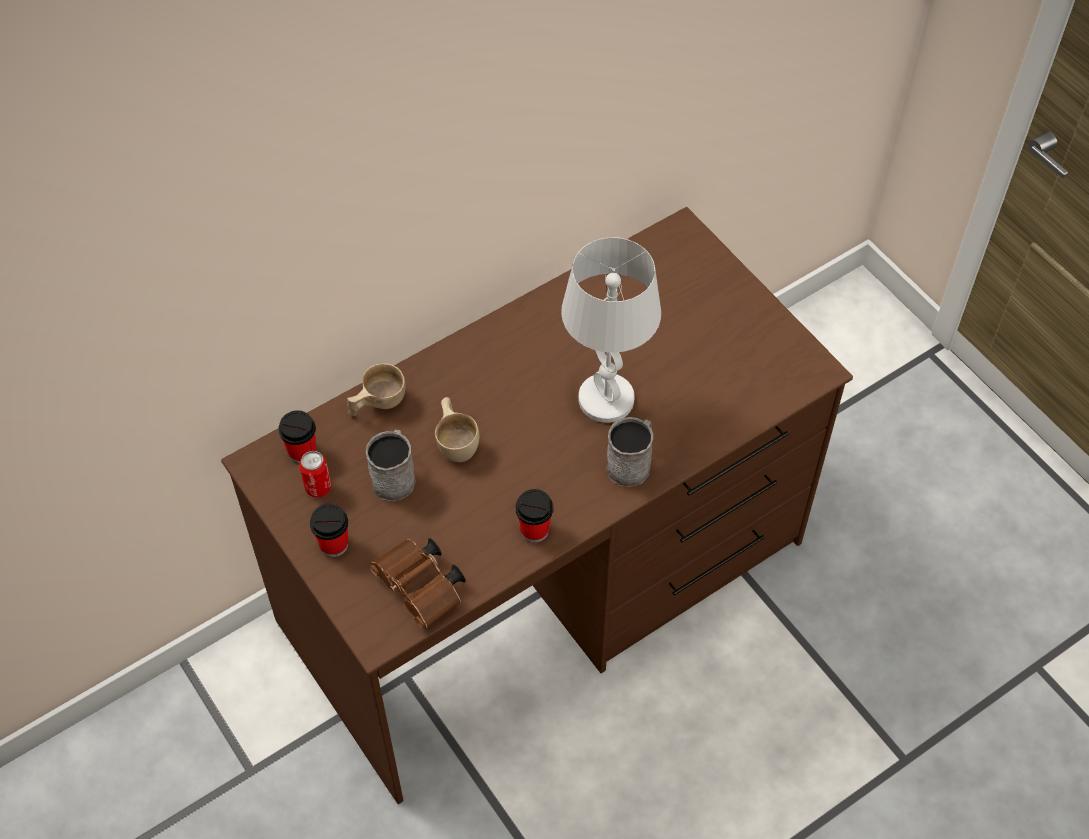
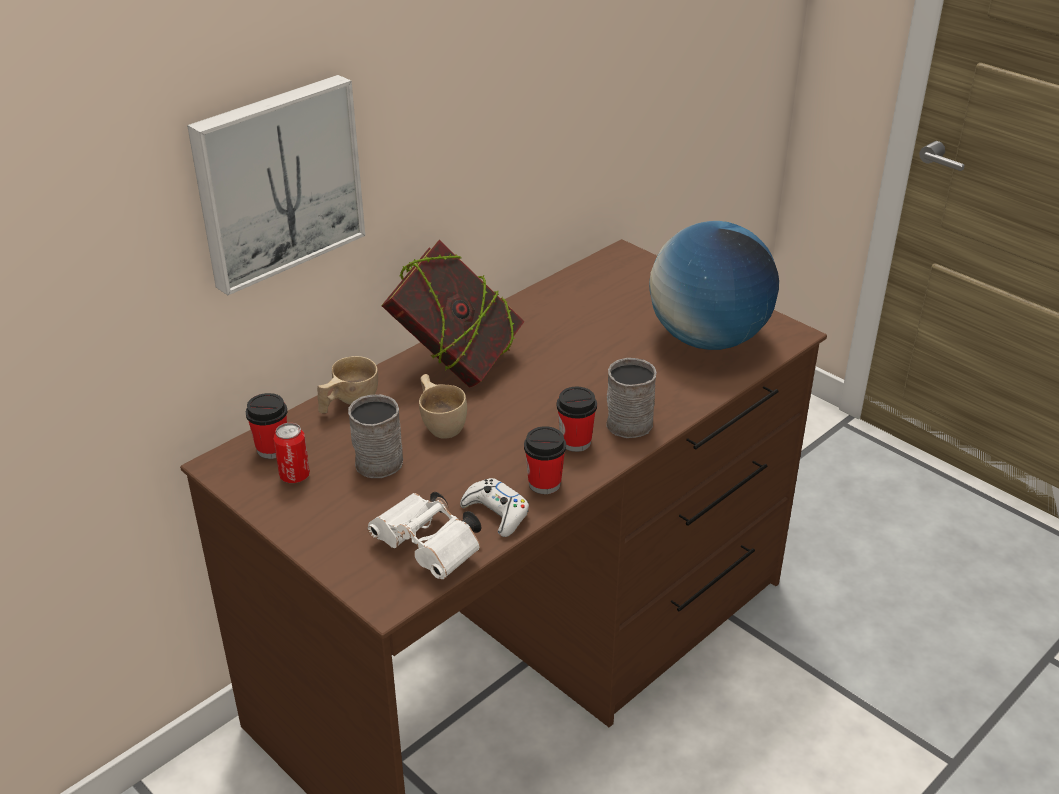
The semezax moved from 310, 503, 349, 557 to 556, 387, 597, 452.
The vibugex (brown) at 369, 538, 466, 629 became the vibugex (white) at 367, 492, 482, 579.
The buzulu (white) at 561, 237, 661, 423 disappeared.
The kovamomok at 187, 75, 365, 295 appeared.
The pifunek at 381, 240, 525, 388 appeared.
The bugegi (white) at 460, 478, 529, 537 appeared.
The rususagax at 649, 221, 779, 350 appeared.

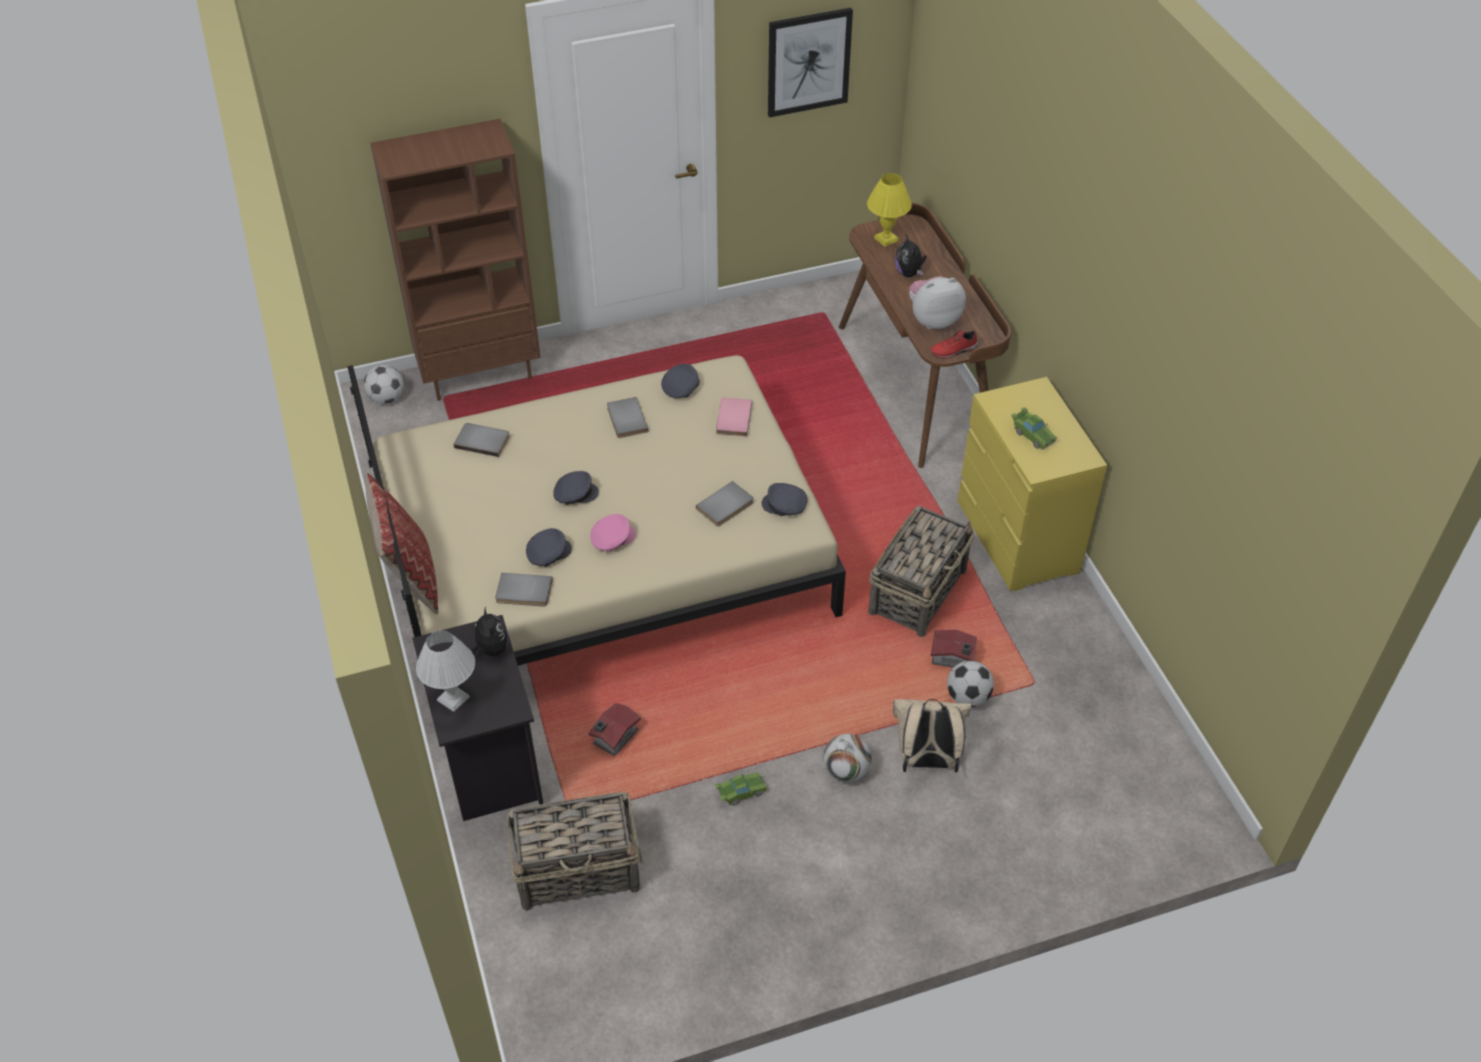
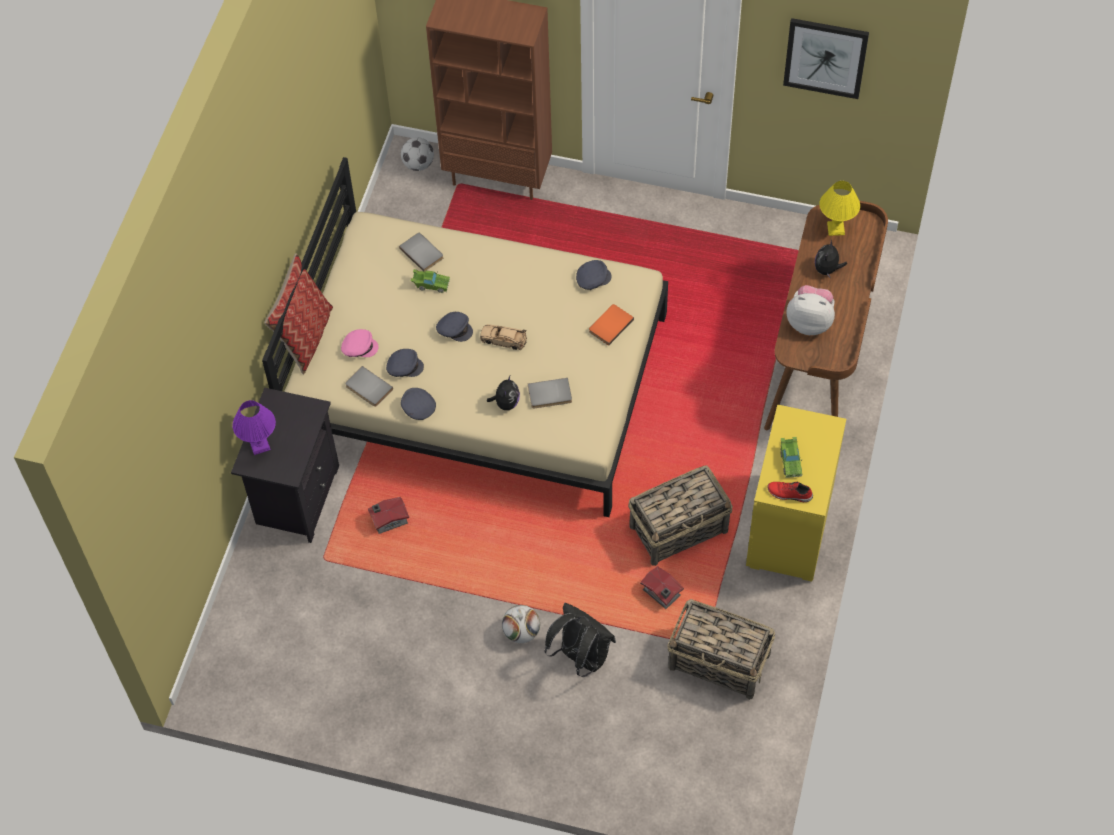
The buzulu (white) at 416, 630, 475, 712 became the buzulu (purple) at 232, 400, 276, 455.
The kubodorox moved from 471, 606, 508, 656 to 487, 376, 520, 410.
The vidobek moved from 507, 792, 642, 911 to 667, 599, 775, 700.
The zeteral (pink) moved from 590, 514, 636, 552 to 341, 329, 379, 357.
The pifunek (grey) at 607, 397, 648, 438 disappeared.
The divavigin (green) moved from 714, 772, 767, 805 to 411, 269, 450, 293.
The pifunek (pink) at 716, 398, 752, 436 became the pifunek (orange) at 589, 304, 634, 346.
The zeteral (grey) moved from 762, 483, 808, 516 to 401, 388, 436, 420.
The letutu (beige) at 893, 699, 971, 772 became the letutu (black) at 544, 603, 616, 677.
The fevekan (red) moved from 930, 330, 978, 358 to 767, 482, 813, 502.
The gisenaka at 947, 661, 994, 707 disappeared.
The divavigin (beige) at 480, 324, 527, 350 appeared.

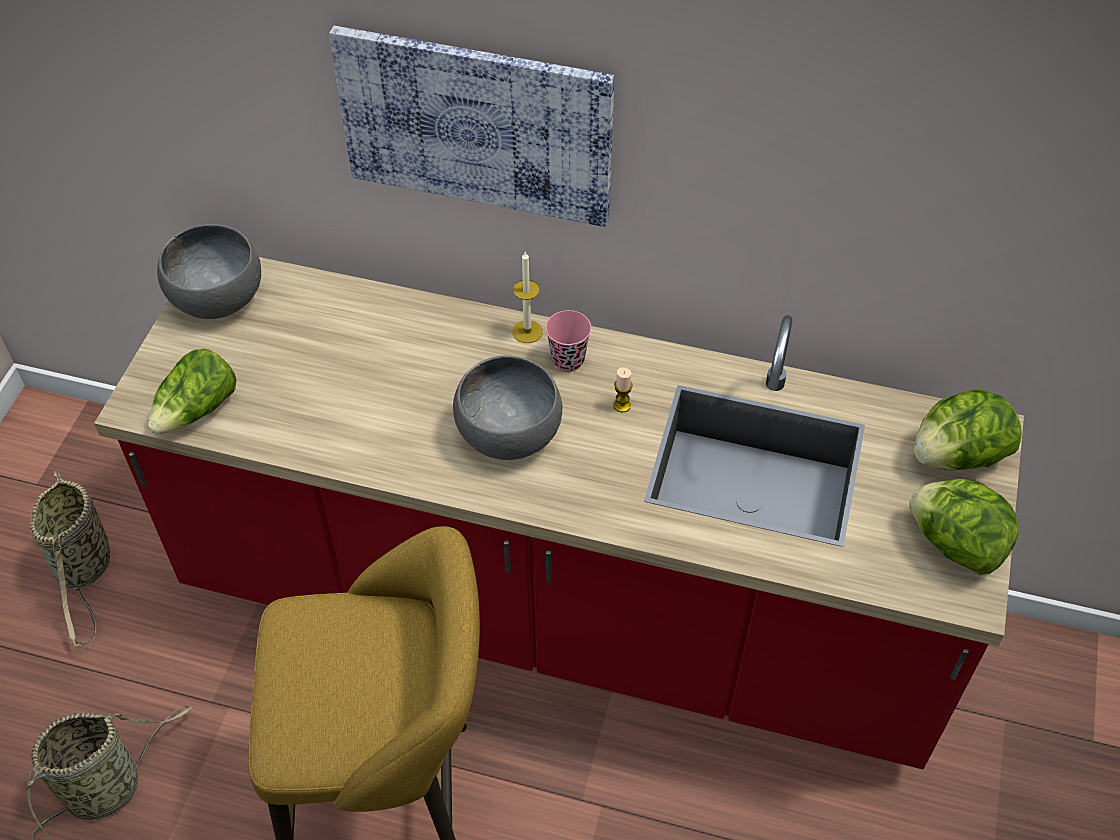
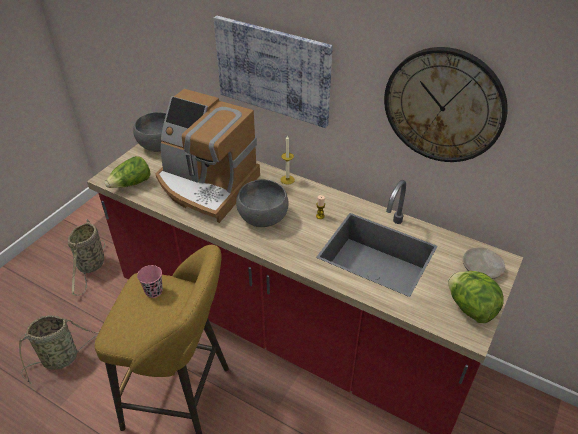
The semezax (pink) moved from 546, 310, 591, 372 to 137, 265, 163, 298.
The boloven at 914, 390, 1022, 470 was replaced by the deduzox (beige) at 463, 247, 505, 279.
The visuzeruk at 155, 89, 260, 223 appeared.
The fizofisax at 384, 47, 508, 162 appeared.

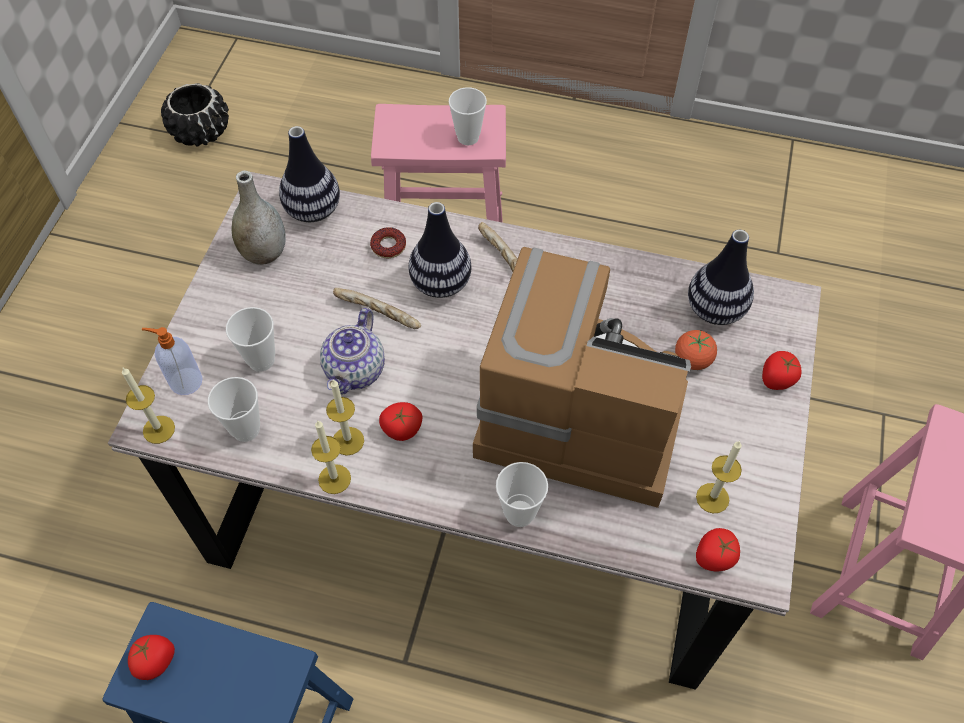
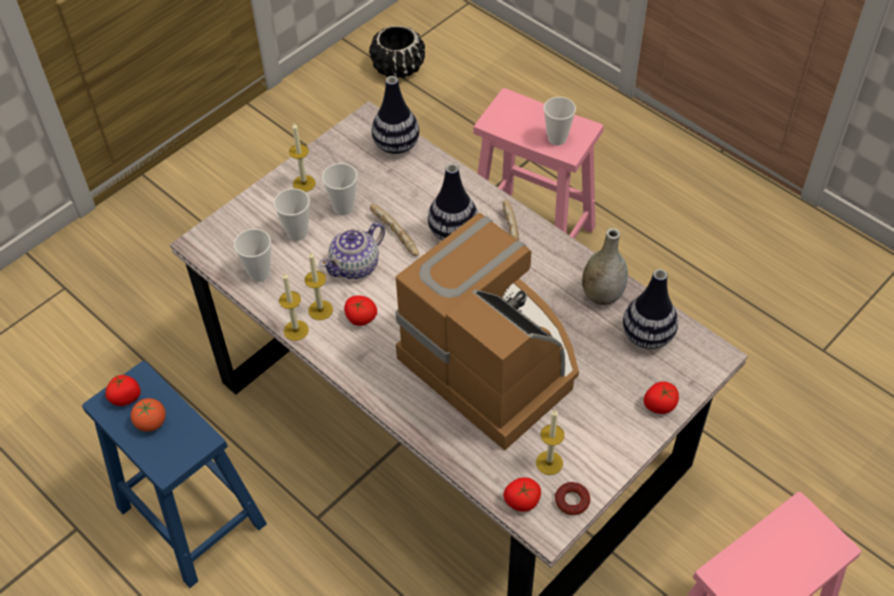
The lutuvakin moved from 122, 368, 175, 444 to 289, 123, 316, 192.
The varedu at 142, 327, 203, 395 disappeared.
The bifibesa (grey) moved from 231, 171, 286, 265 to 582, 228, 628, 305.
The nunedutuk moved from 370, 227, 406, 258 to 555, 482, 590, 516.
The semezax moved from 496, 462, 548, 527 to 322, 163, 357, 215.
The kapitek moved from 675, 330, 717, 370 to 131, 398, 166, 432.

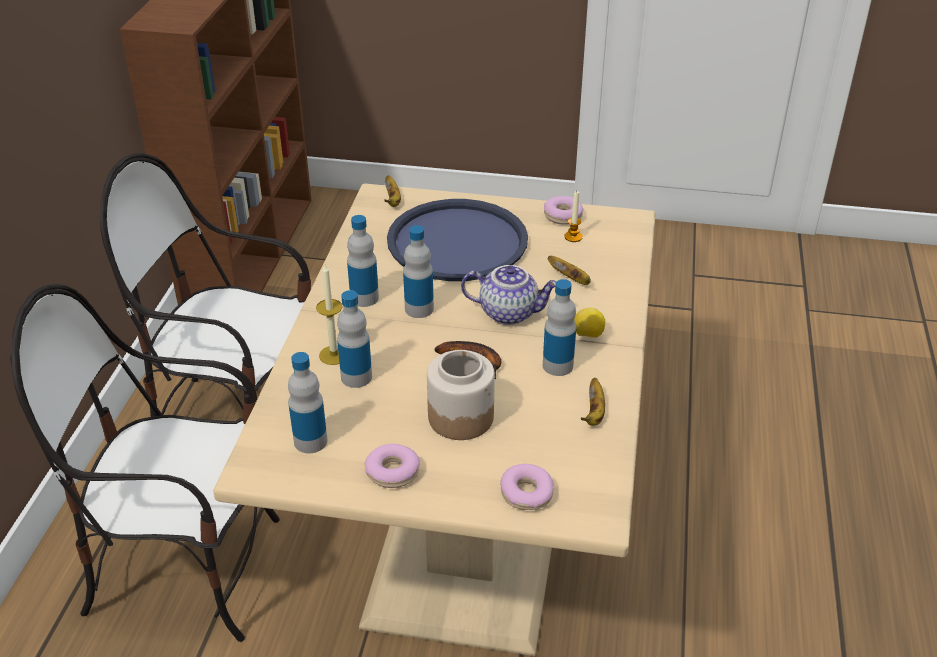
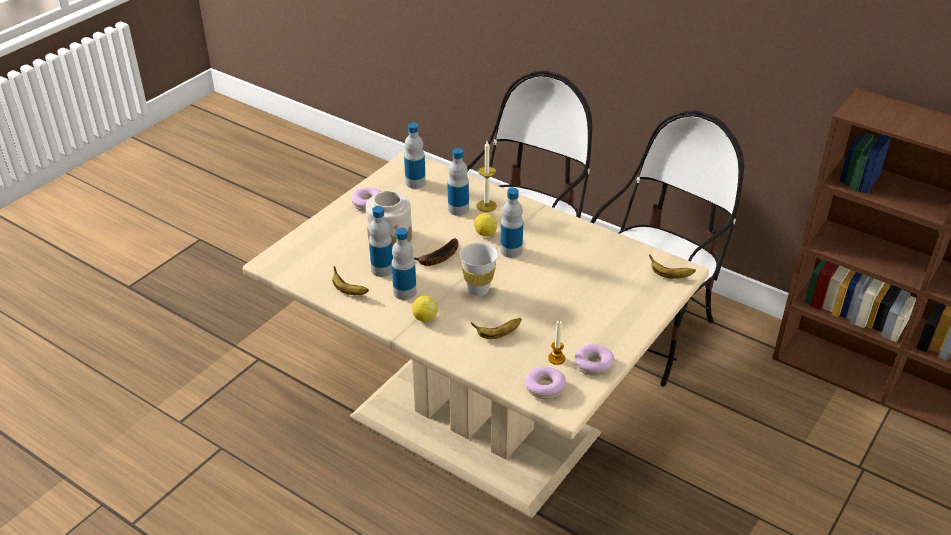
The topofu moved from 347, 215, 379, 307 to 369, 206, 393, 277.
The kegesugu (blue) at 387, 199, 528, 281 disappeared.
The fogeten at 461, 265, 556, 325 was replaced by the semezax (white) at 460, 242, 498, 296.
The nunedutuk moved from 500, 464, 554, 510 to 525, 366, 566, 399.
The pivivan at 474, 213, 497, 236 appeared.

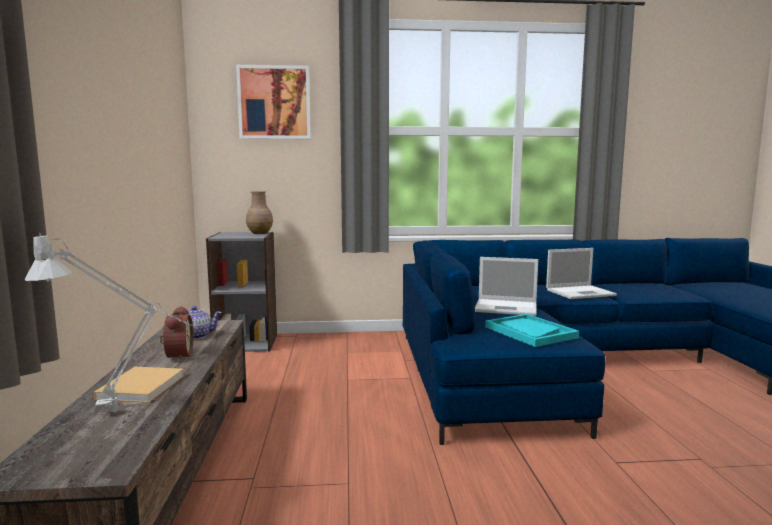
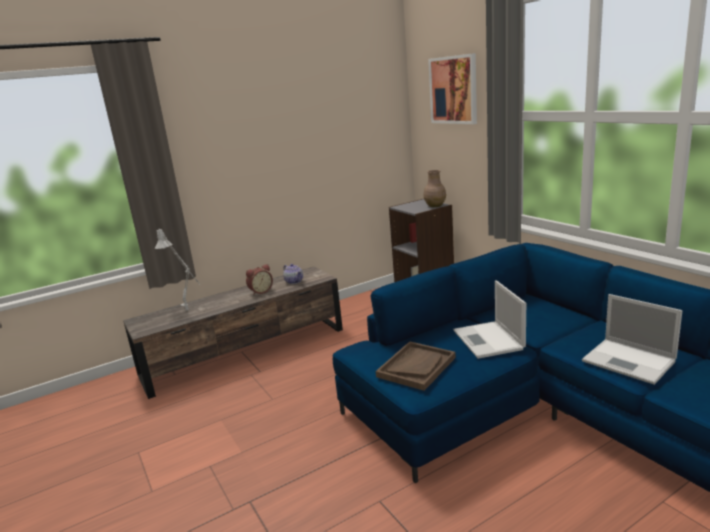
The pifunek (beige) at 94, 367, 184, 403 disappeared.
The kegesugu (turquoise) at 485, 314, 579, 347 became the kegesugu (brown) at 376, 341, 456, 391.

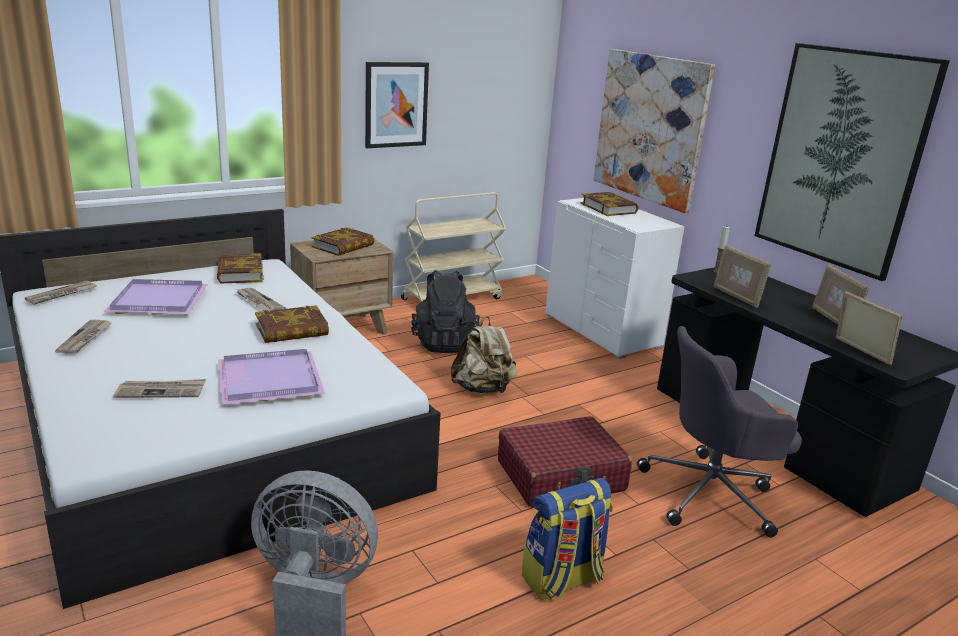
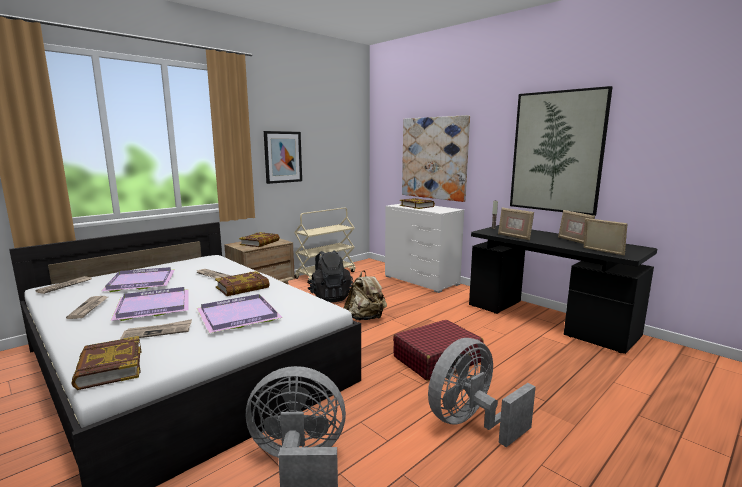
The pifunek moved from 217, 253, 263, 284 to 71, 336, 142, 390.
The letutu at 522, 478, 613, 600 was replaced by the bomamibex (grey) at 428, 338, 536, 447.
The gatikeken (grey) at 637, 326, 802, 538 disappeared.
The kegesugu (purple) at 111, 287, 189, 321 appeared.

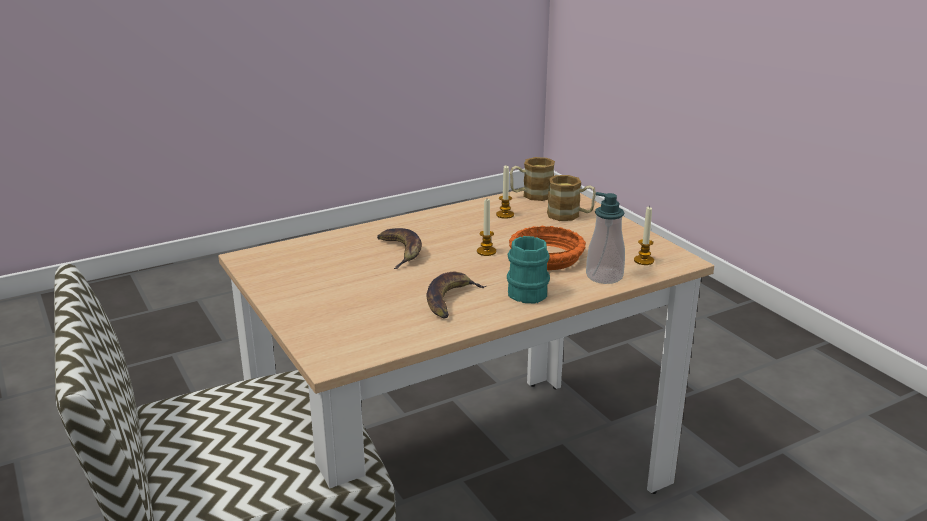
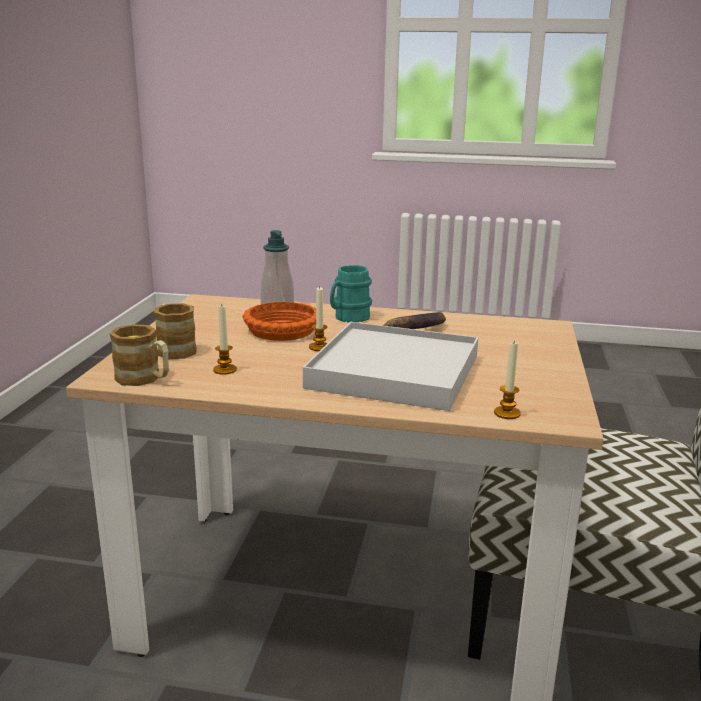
The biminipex at 377, 228, 422, 269 was replaced by the kegesugu (white) at 303, 322, 478, 411.
The lutuvakin moved from 634, 206, 654, 265 to 494, 343, 521, 419.

